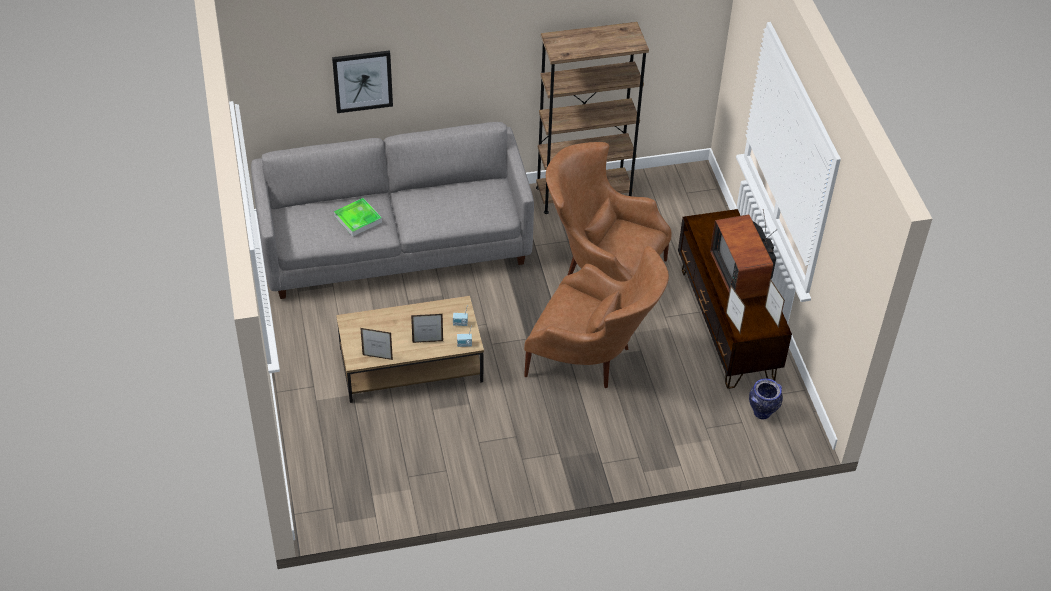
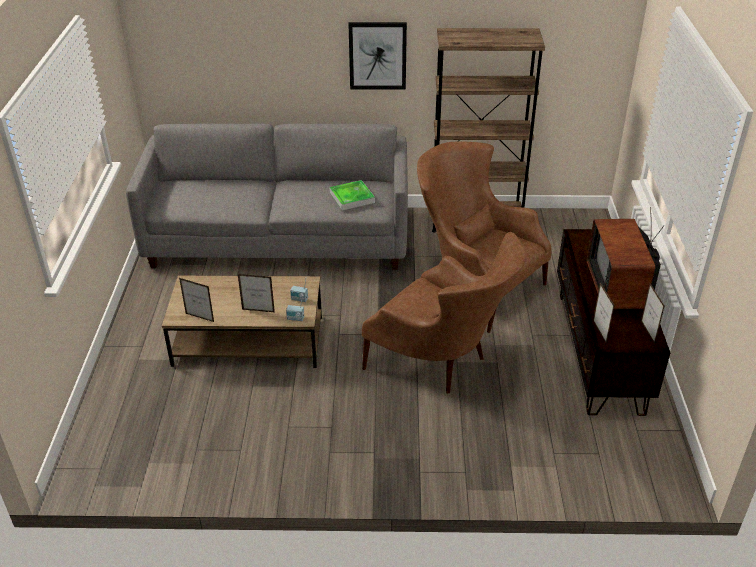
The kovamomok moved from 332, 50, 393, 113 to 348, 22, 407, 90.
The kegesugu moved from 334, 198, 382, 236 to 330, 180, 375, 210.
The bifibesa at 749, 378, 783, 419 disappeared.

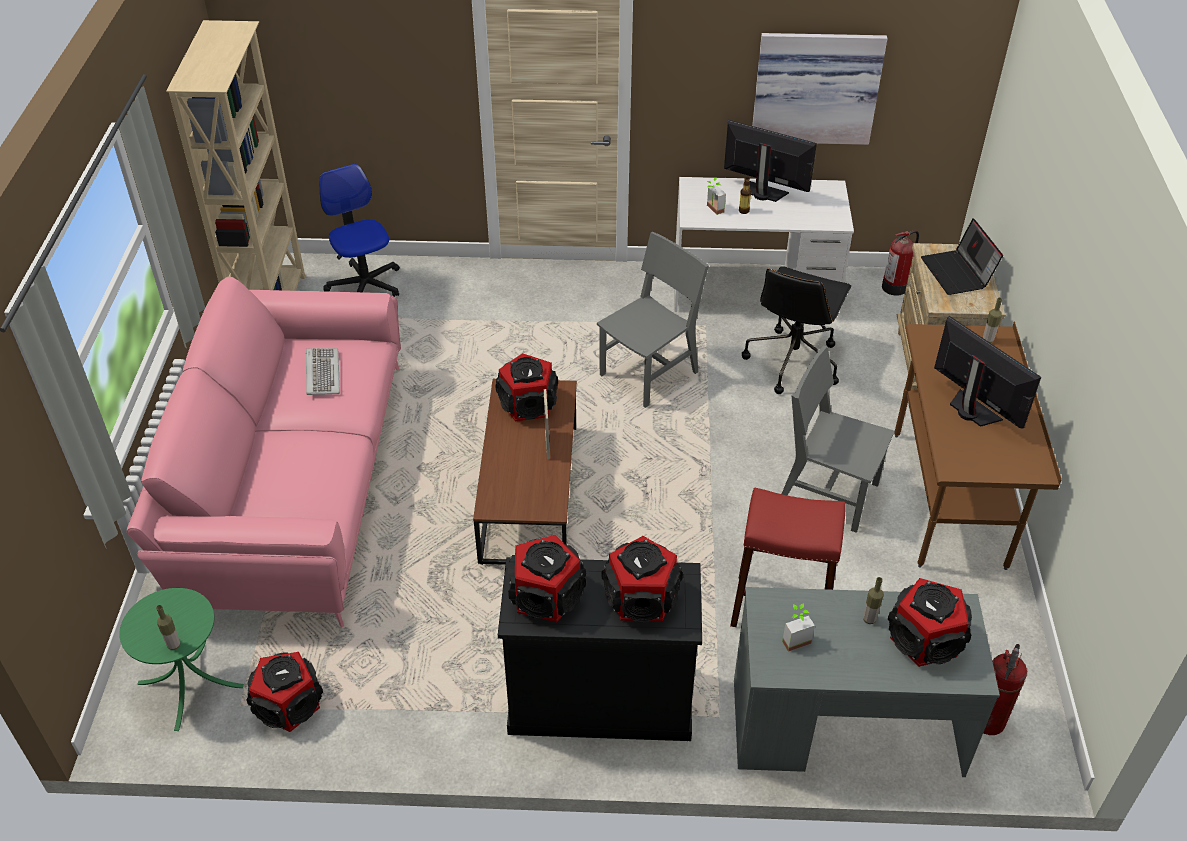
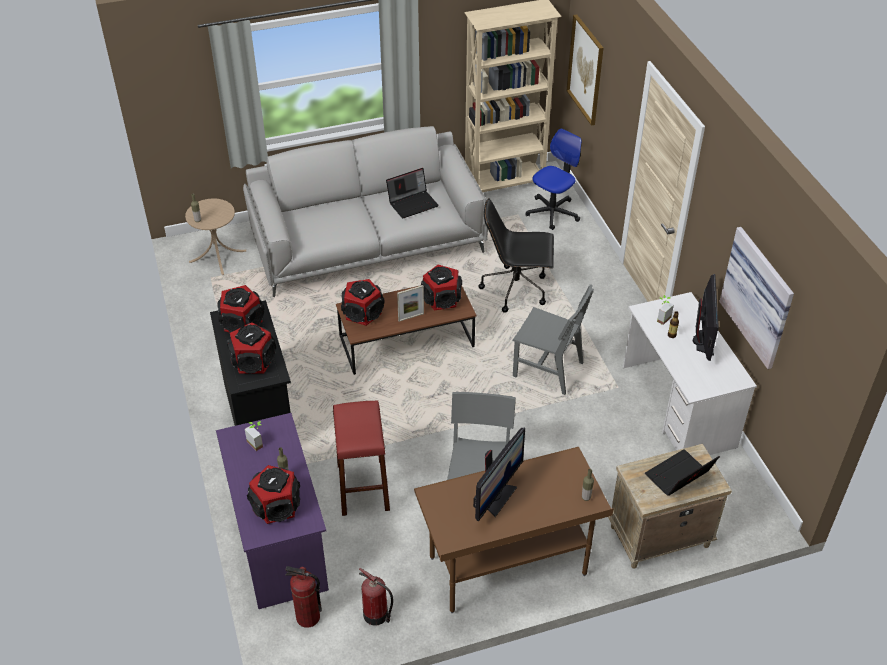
The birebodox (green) at 119, 588, 244, 731 became the birebodox (beige) at 185, 199, 246, 275.
The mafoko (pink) at 127, 277, 401, 628 became the mafoko (grey) at 243, 126, 488, 297.
The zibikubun moved from 246, 652, 323, 732 to 341, 279, 385, 326.
The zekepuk at 306, 348, 340, 395 was replaced by the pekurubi at 386, 168, 439, 218.
The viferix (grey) at 734, 587, 1000, 777 became the viferix (purple) at 216, 413, 329, 609.
The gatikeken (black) moved from 742, 266, 852, 394 to 478, 198, 554, 313.
The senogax moved from 882, 230, 919, 296 to 359, 568, 393, 626.
The kovamomok at 566, 14, 603, 126 appeared.

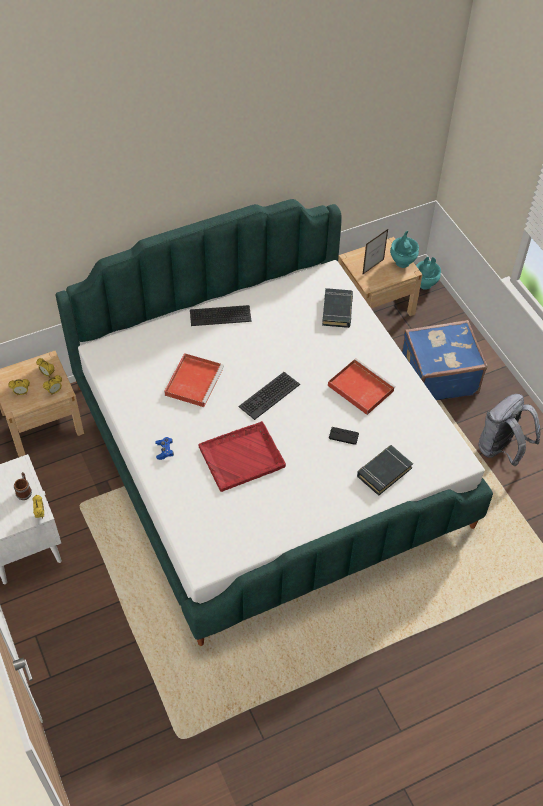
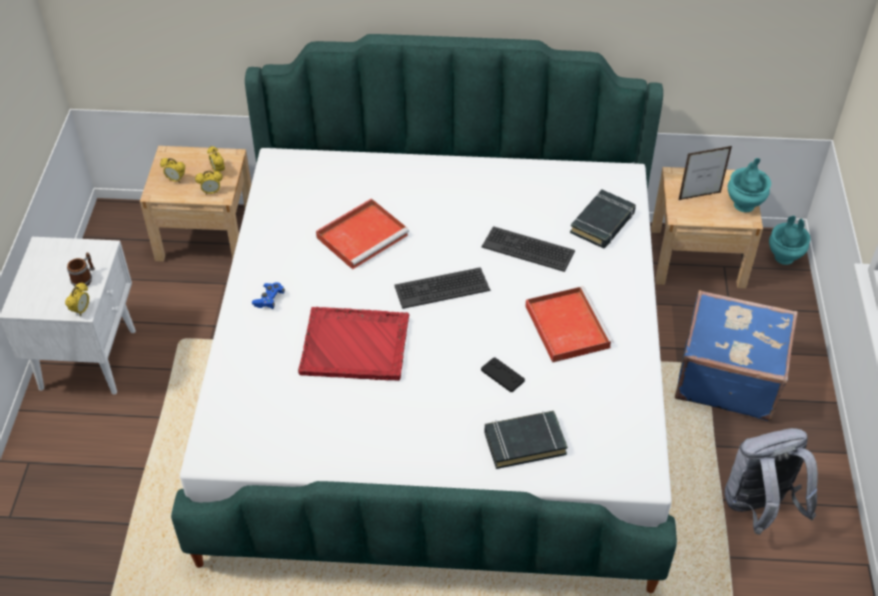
The zekepuk moved from 190, 305, 252, 326 to 482, 226, 575, 272.

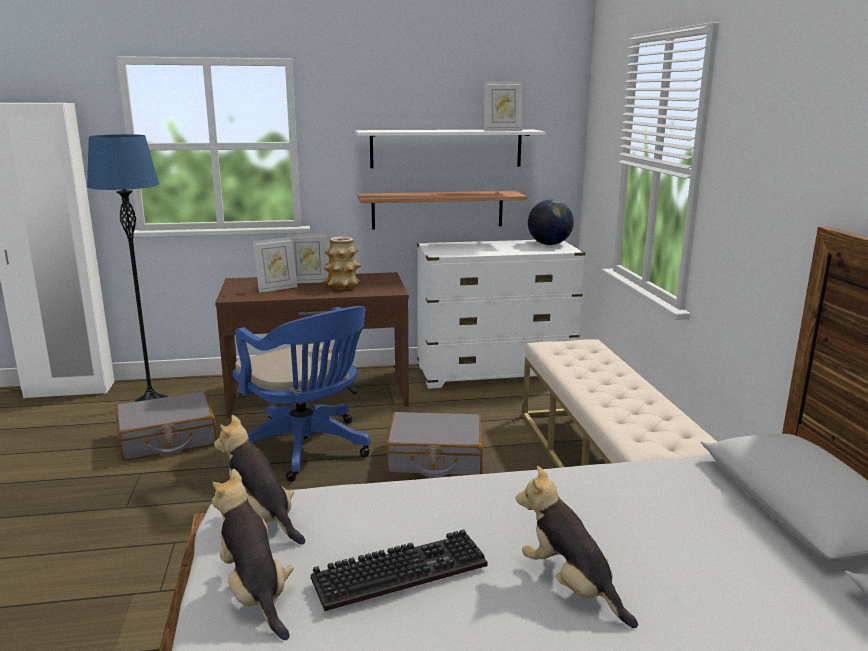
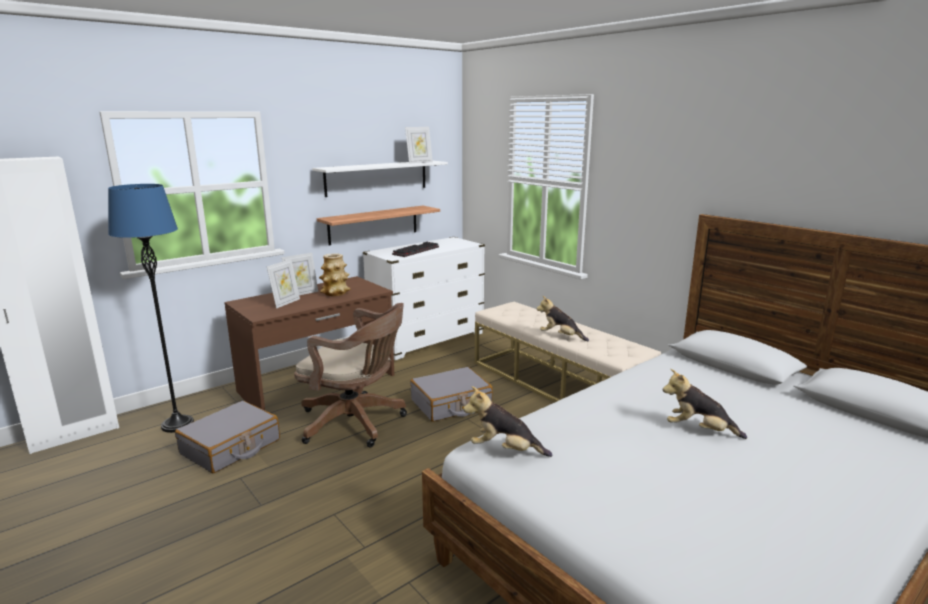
The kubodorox moved from 212, 469, 294, 640 to 537, 296, 589, 341.
The gatikeken (blue) at 233, 306, 371, 482 became the gatikeken (brown) at 294, 303, 407, 448.
The zekepuk moved from 311, 529, 487, 611 to 392, 242, 439, 257.
The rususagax at 528, 200, 574, 245 disappeared.

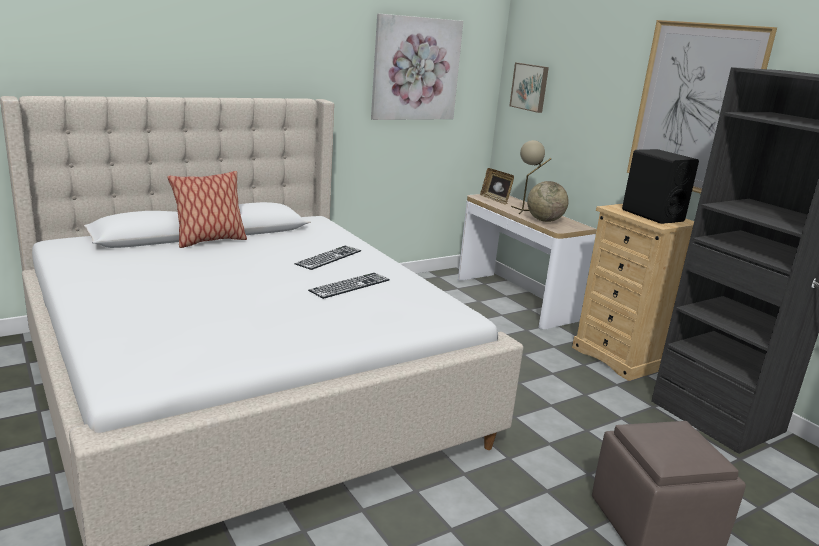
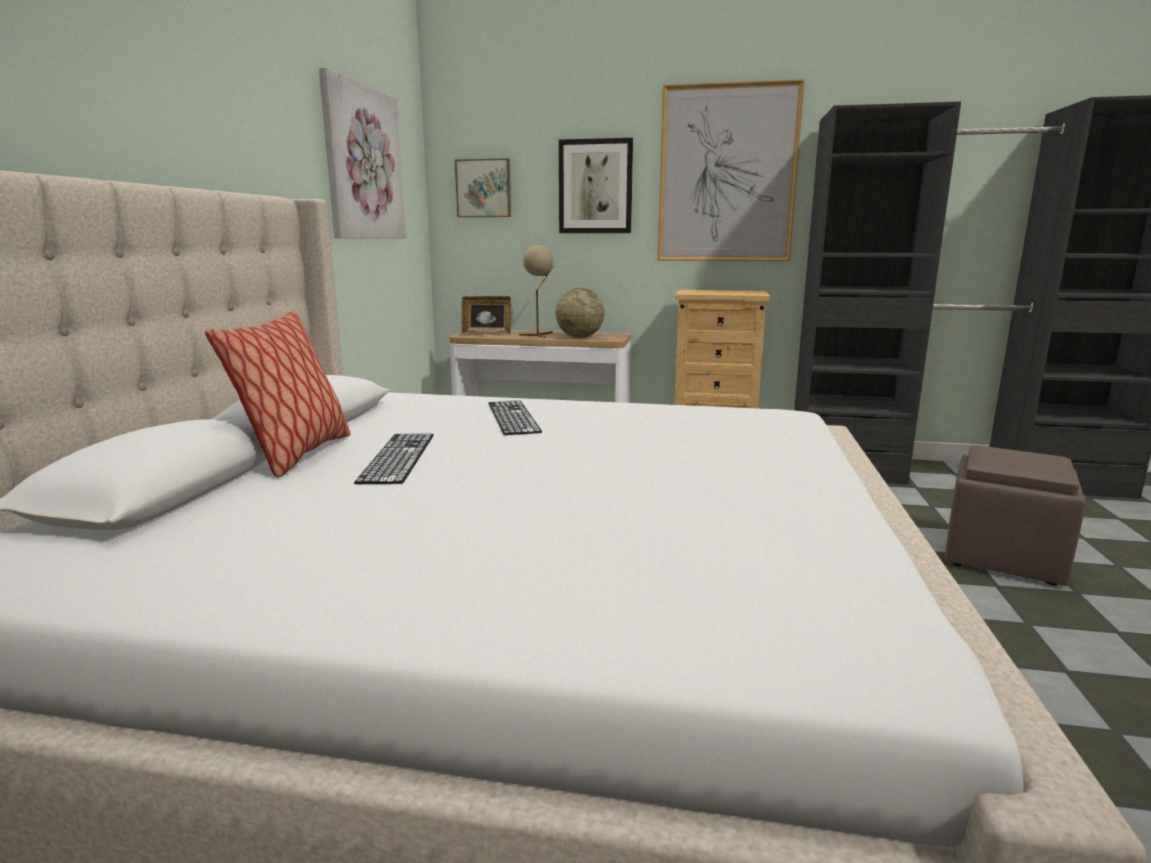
The zekepuk moved from 308, 273, 390, 299 to 354, 433, 434, 484.
The zibikubun (black) at 622, 149, 699, 224 disappeared.
The kovamomok at 559, 138, 633, 233 appeared.

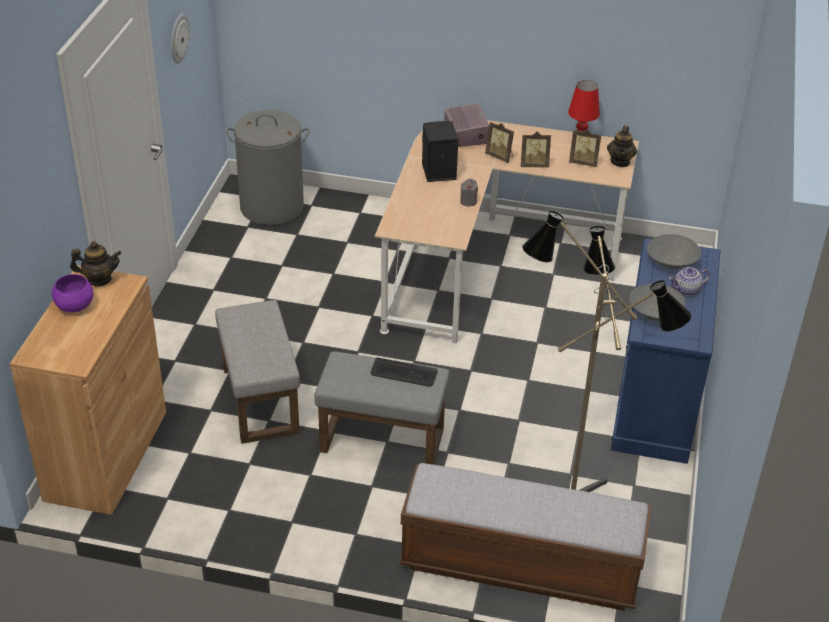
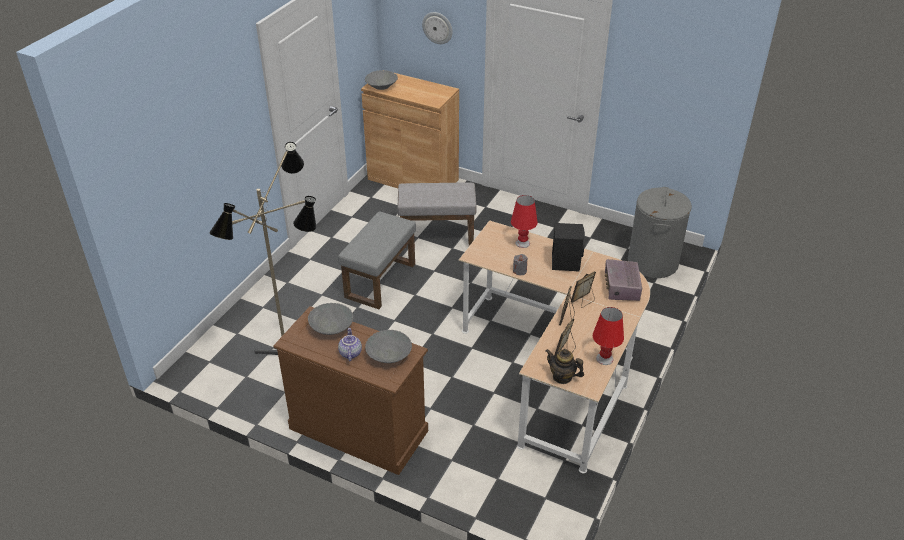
The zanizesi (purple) at 52, 274, 93, 313 disappeared.
The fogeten at 70, 241, 122, 286 disappeared.
The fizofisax moved from 171, 14, 190, 64 to 422, 12, 453, 44.
The zekepuk at 371, 357, 437, 387 disappeared.
The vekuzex at 400, 463, 651, 611 disappeared.
The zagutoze at 444, 103, 489, 147 turned 90 degrees clockwise.
The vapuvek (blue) at 611, 238, 721, 464 became the vapuvek (brown) at 273, 306, 428, 475.
The zanizesi (grey) at 365, 70, 398, 90 appeared.
The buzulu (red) at 511, 195, 538, 248 appeared.

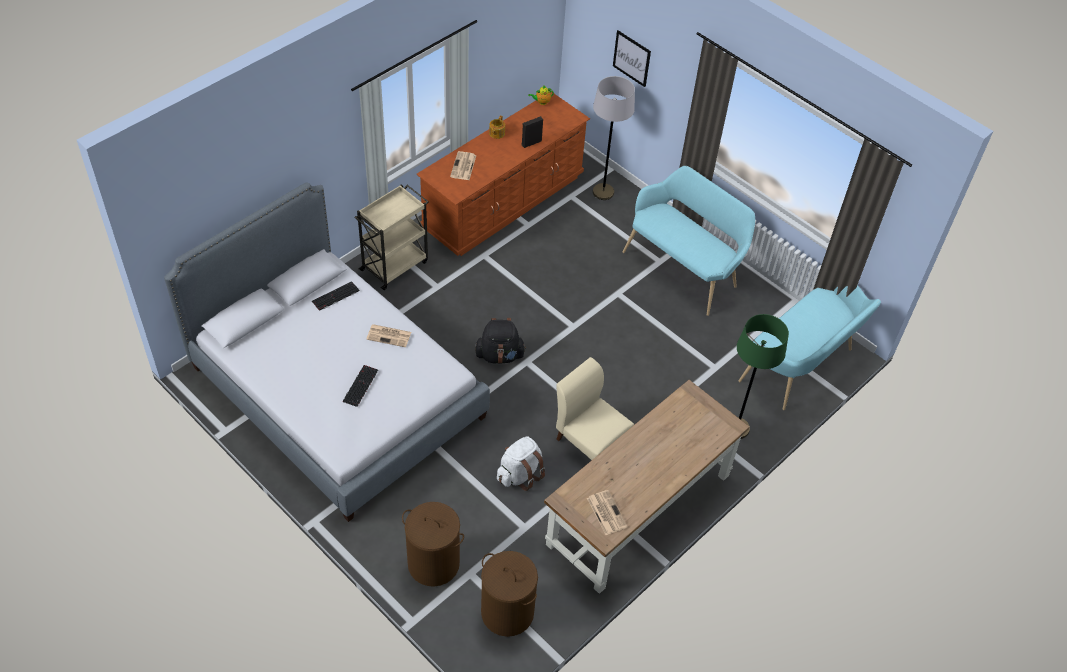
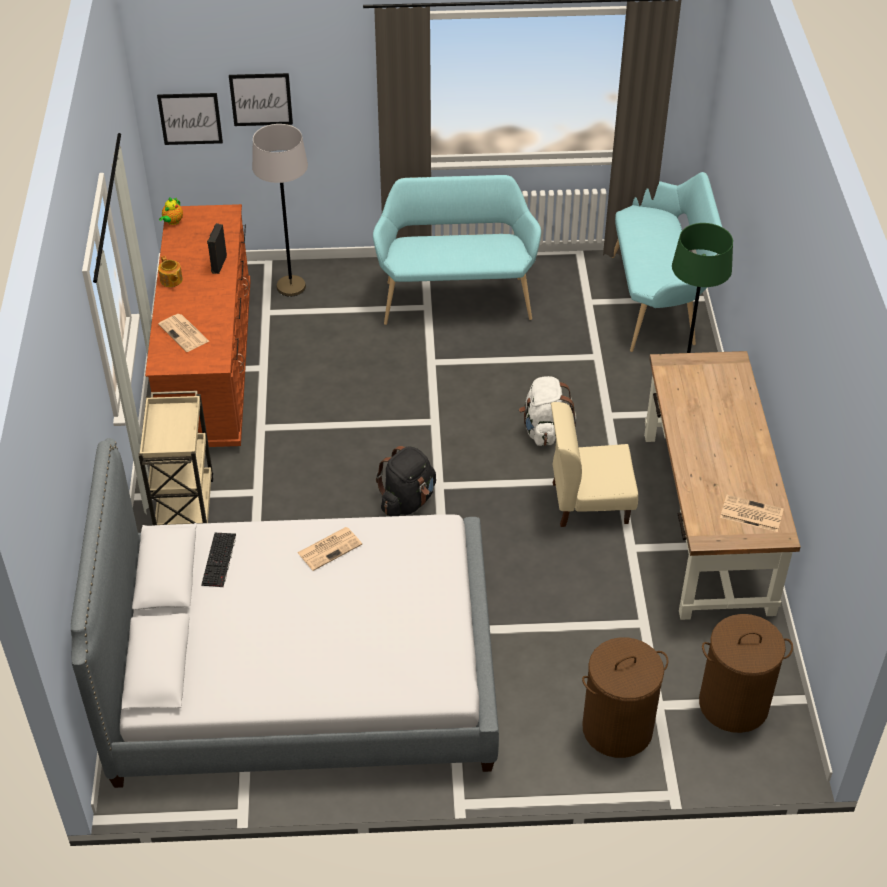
The zekepuk at 343, 365, 378, 407 disappeared.
The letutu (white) moved from 497, 436, 545, 491 to 519, 376, 576, 446.
The kovamomok at 157, 93, 223, 145 appeared.

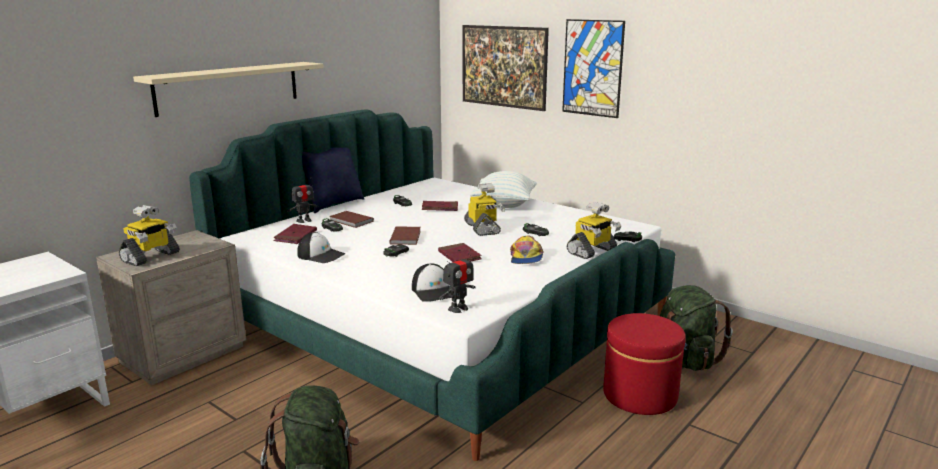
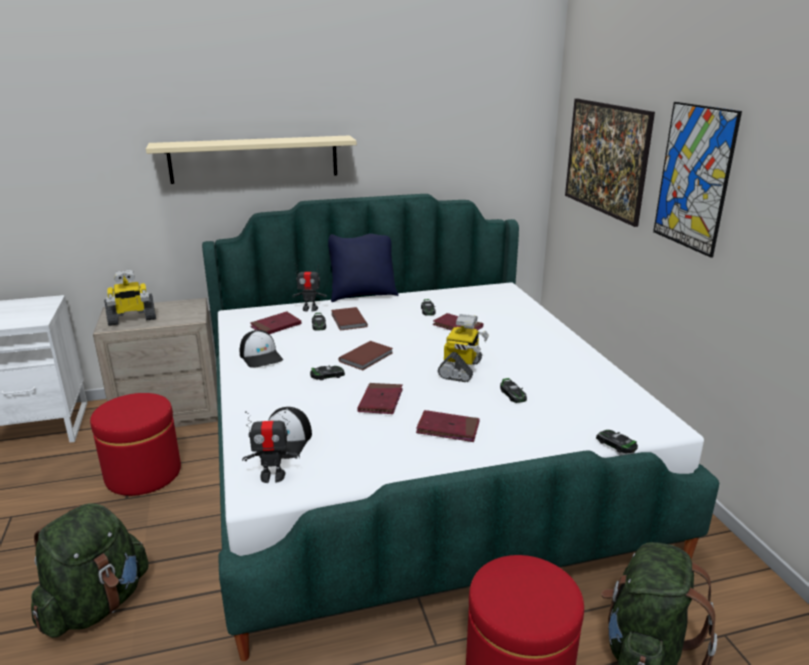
The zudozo at 470, 171, 537, 208 disappeared.
The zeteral at 510, 236, 544, 264 was replaced by the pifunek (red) at 416, 410, 480, 442.
The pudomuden at 567, 202, 621, 259 disappeared.
The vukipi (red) at 90, 393, 181, 496 appeared.

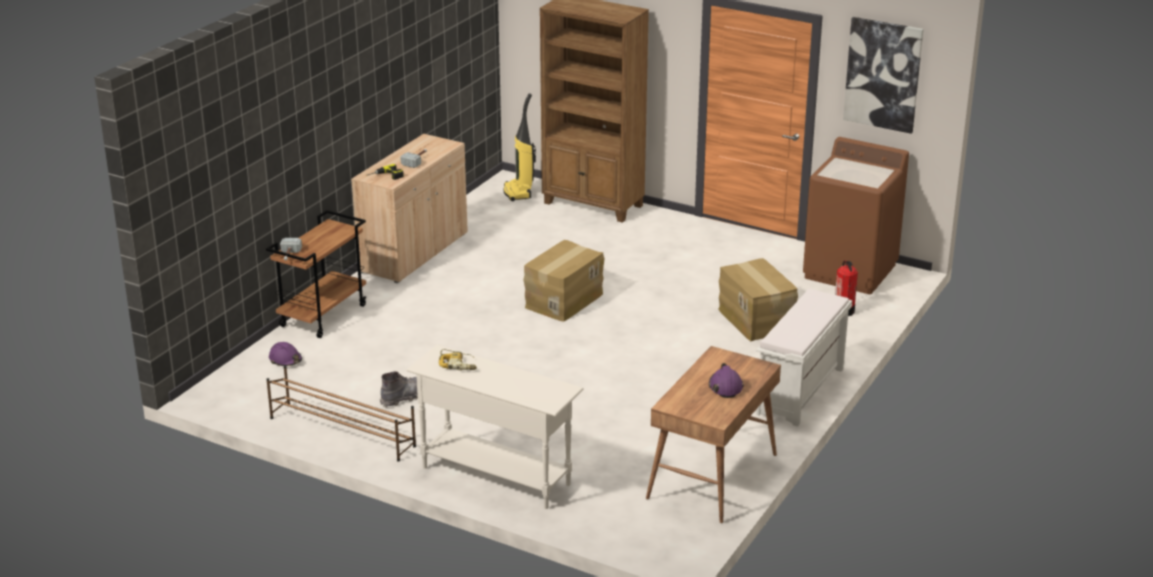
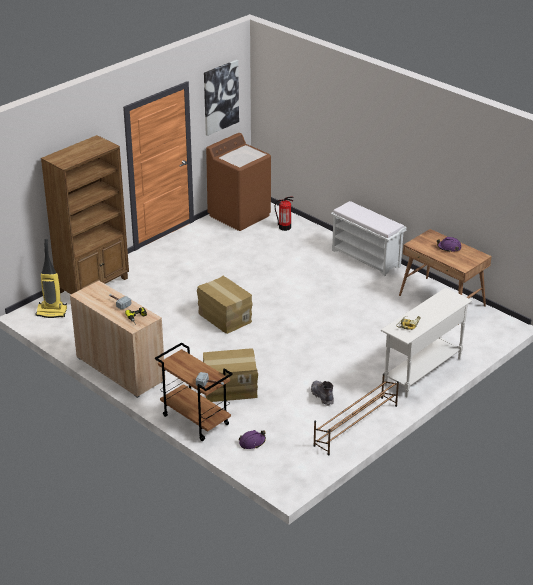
The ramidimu moved from 718, 258, 798, 341 to 203, 349, 258, 402.

